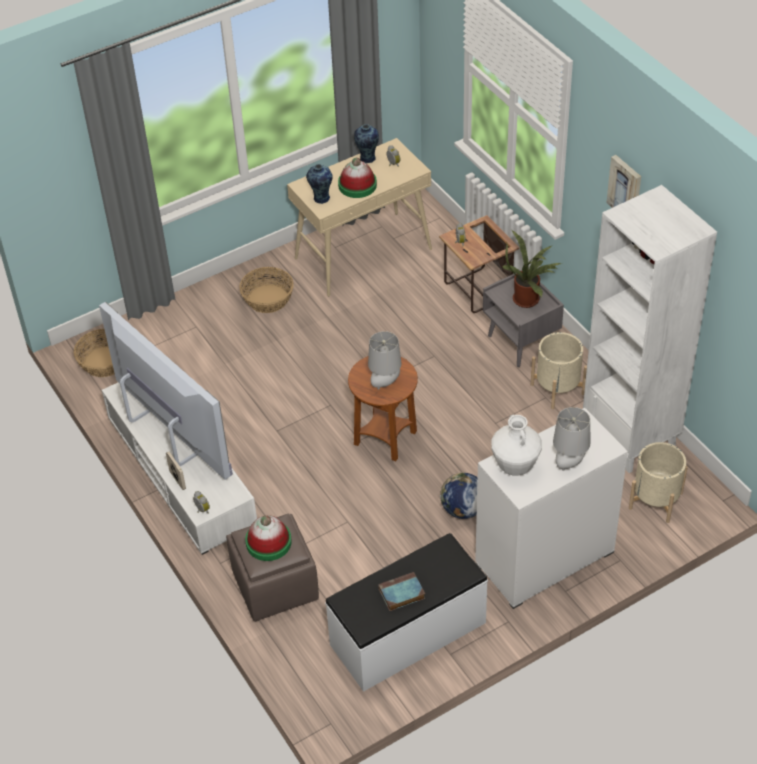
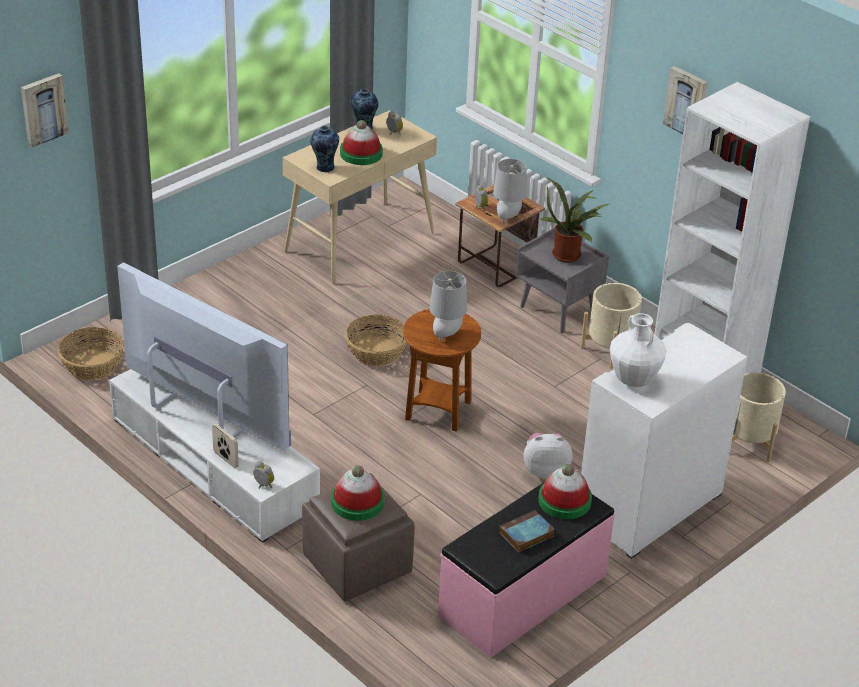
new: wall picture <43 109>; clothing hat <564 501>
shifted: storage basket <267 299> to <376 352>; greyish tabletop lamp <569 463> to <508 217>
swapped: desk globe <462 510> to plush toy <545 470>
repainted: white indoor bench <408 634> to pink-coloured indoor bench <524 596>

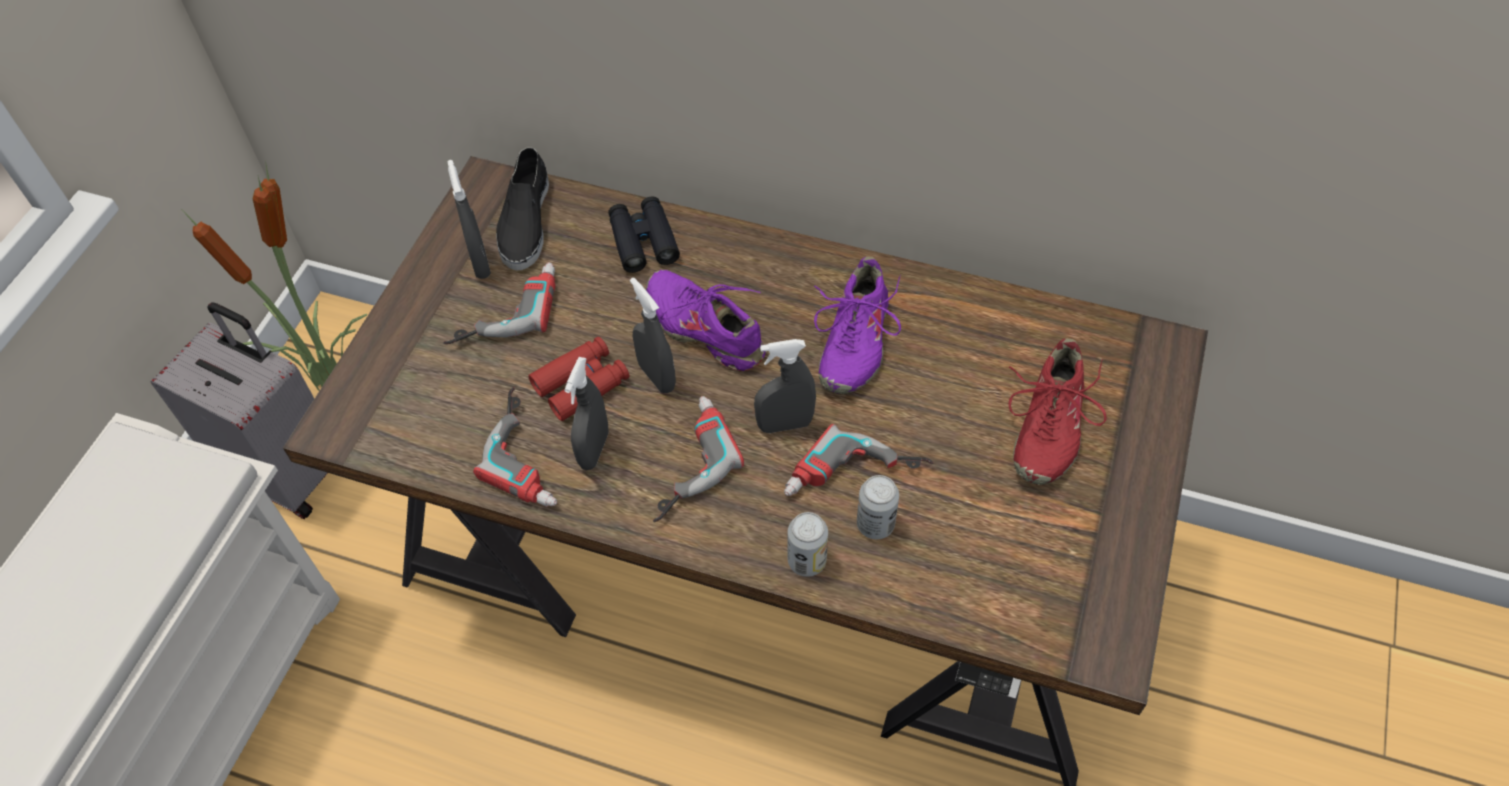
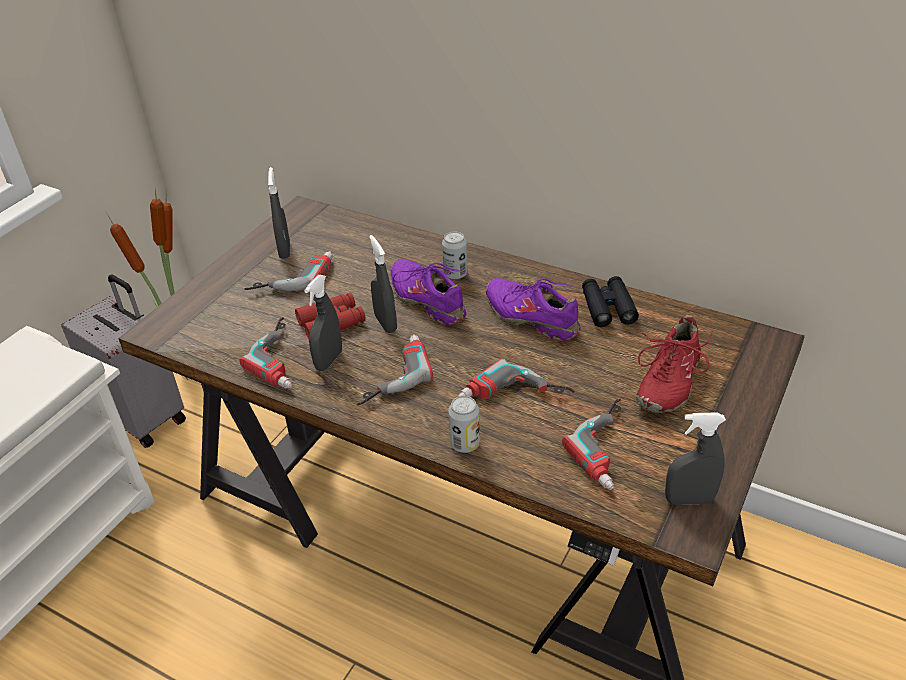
gone: black-coloured low shoe <525 222>
new: electric drill <612 449>
shifted: black-coloured binoculars <643 241> to <608 307>; greyish spray bottle <785 424> to <689 500>; can <875 524> to <455 274>
rotated: purple low shoe <853 342> = <532 317> 105 degrees clockwise

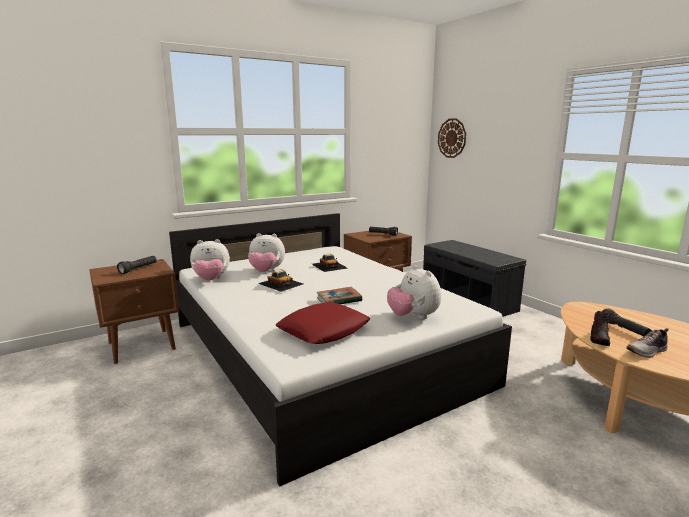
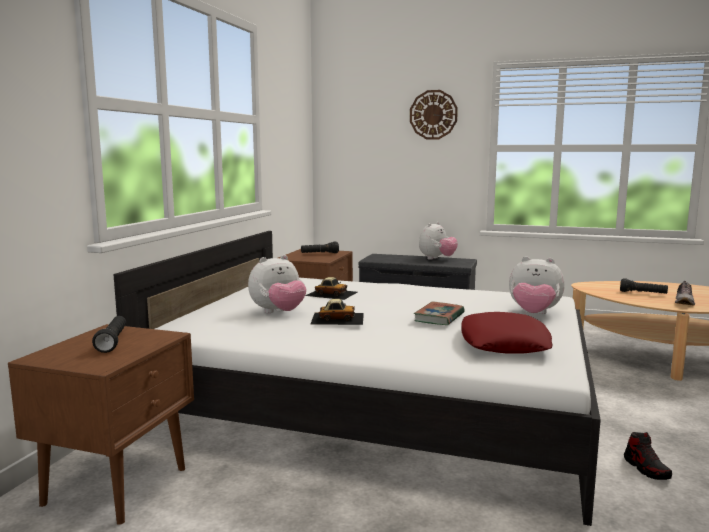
shifted: plush toy <211 280> to <437 259>; clock on the wall <452 138> to <433 114>; low shoe <599 339> to <646 469>

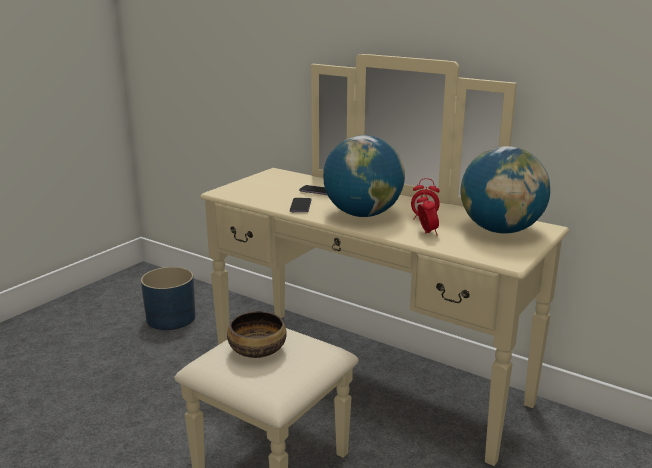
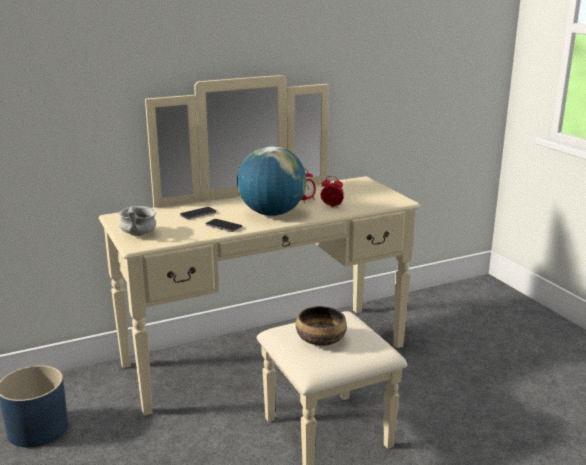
gone: desk globe <500 230>
new: greyish deep dish <139 234>

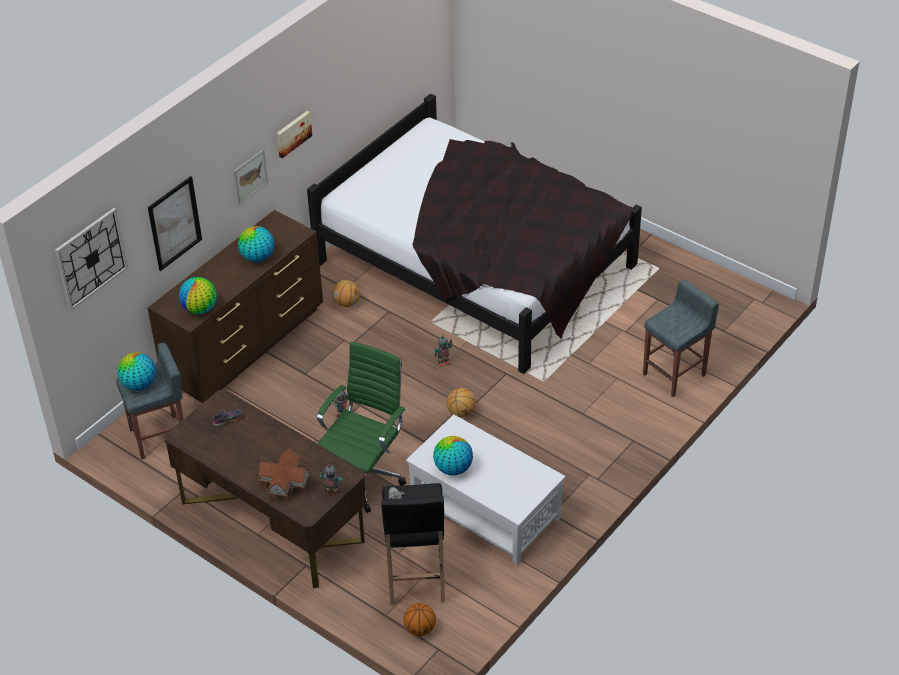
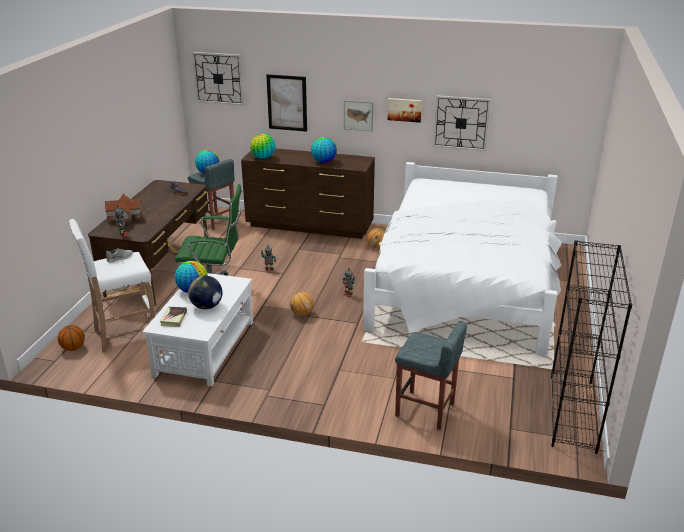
new: bound book <173 318>; desk globe <207 306>; clock on the wall <461 123>; black-coloured bookcase <573 413>
repainted: black-coloured bed <477 264> to white bed <465 283>; black-coloured sitting stool <416 577> to white sitting stool <125 334>

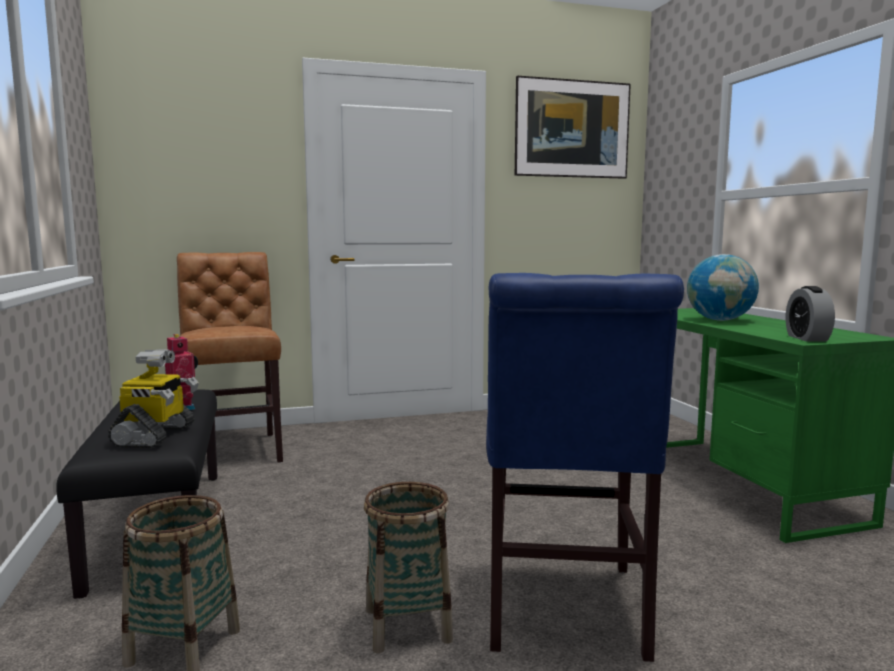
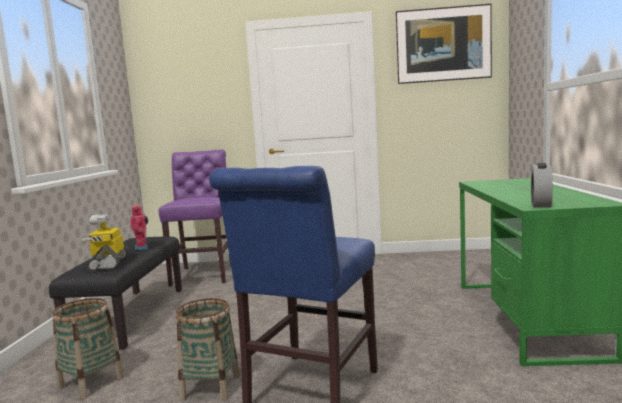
gone: desk globe <720 320>
repainted: brown chair <234 450> to purple chair <204 274>
rotated: robot figure <156 436> = <109 263> 150 degrees clockwise

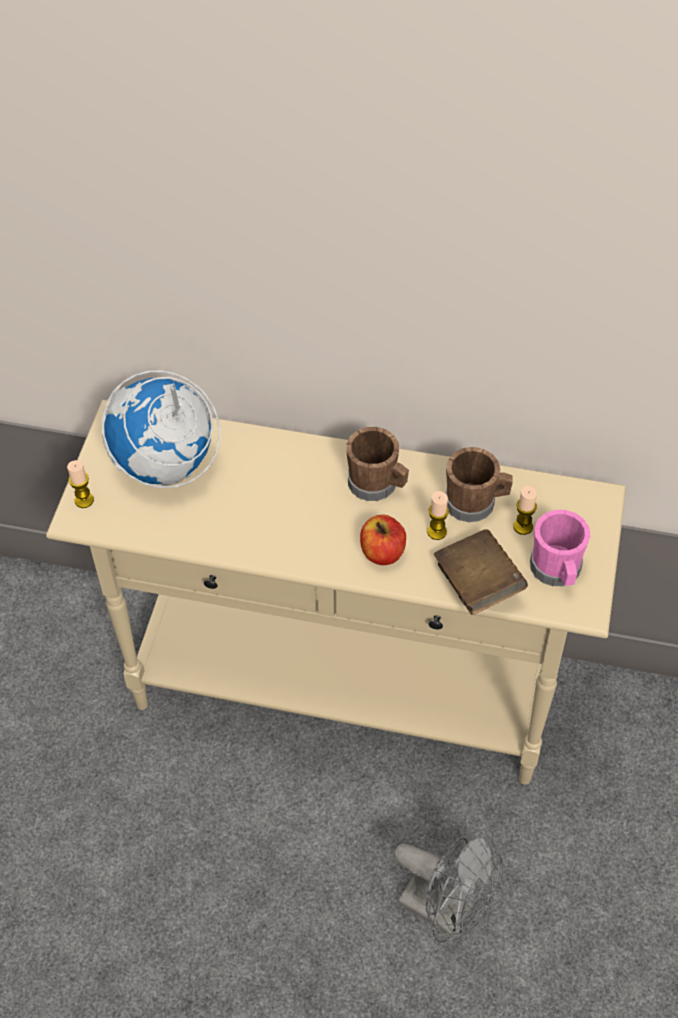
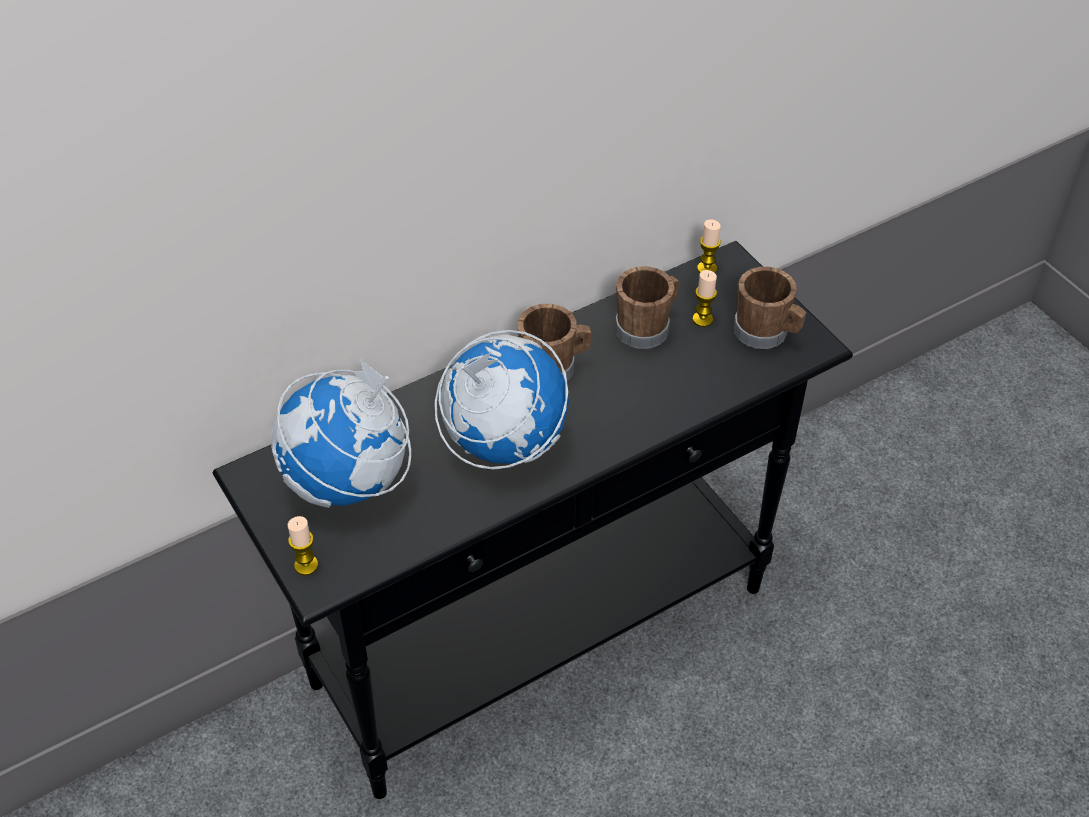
gone: apple fruit <382 552>; greyish fan <447 910>; brown bound book <477 584>
new: desk globe <503 442>
shifted: candle <436 532> to <707 268>
repainted: sand-coloured hall table <344 691> to black-coloured hall table <543 636>; pink-coloured coffee mug <557 571> to brown coffee mug <766 333>

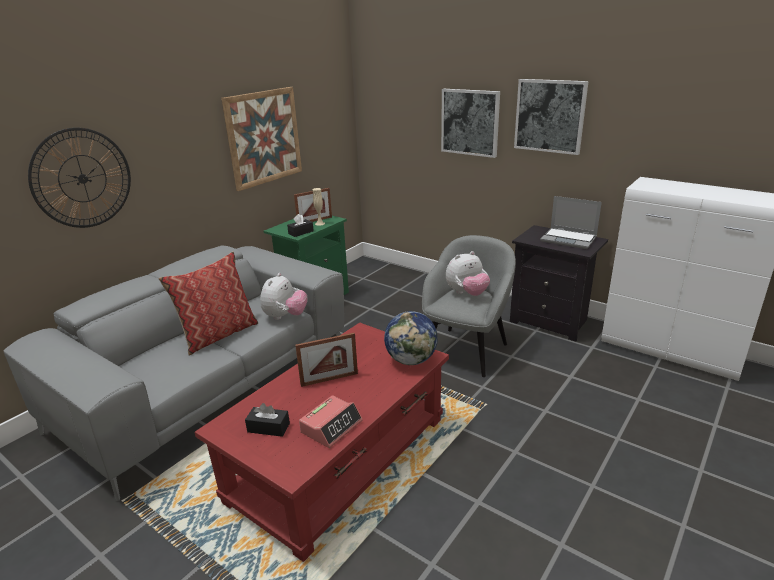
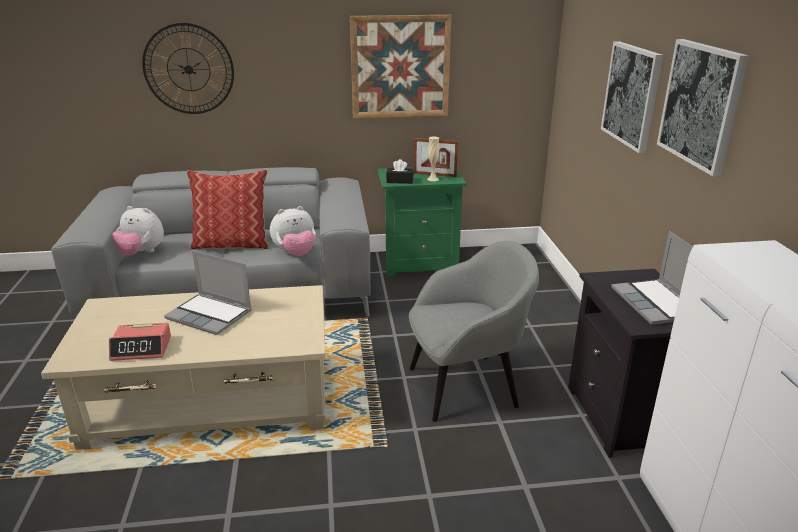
gone: black-coloured tissue box <268 428>; desk globe <411 360>
shifted: plush toy <467 293> to <141 253>
swapped: picture frame <329 379> to portable computer <210 315>
repainted: red-coloured low table <340 458> to sand-coloured low table <211 402>

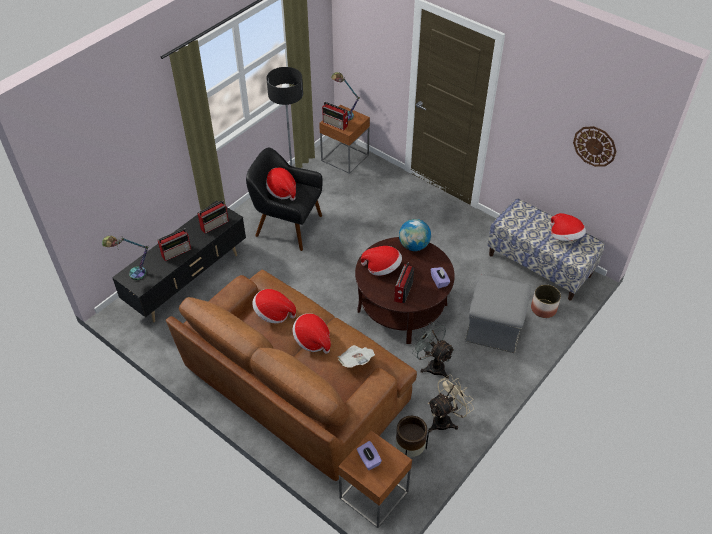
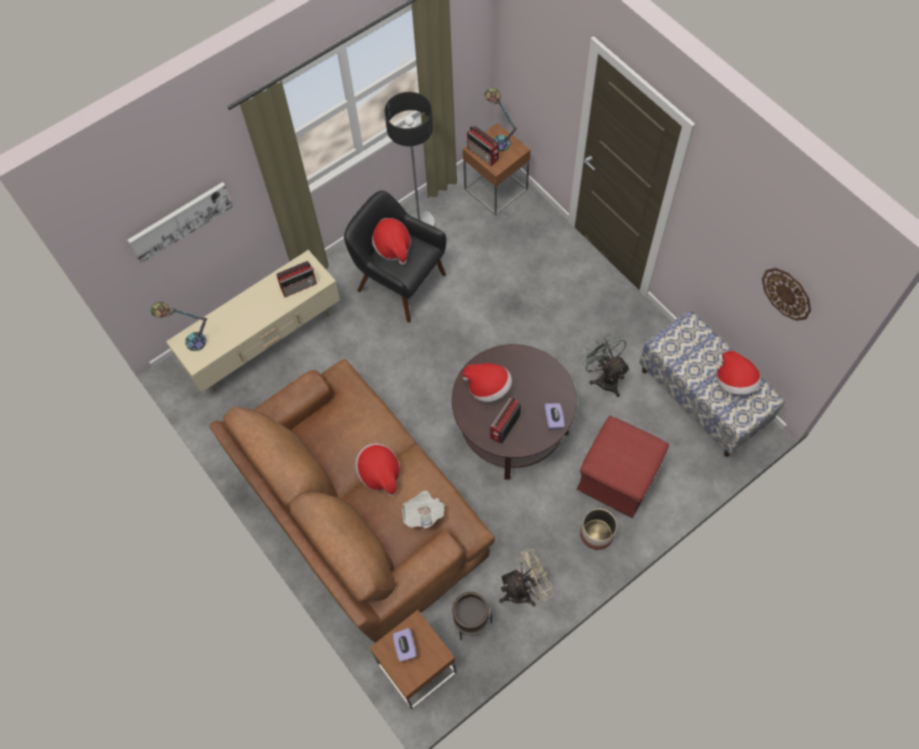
gone: radio receiver <177 252>; clothing hat <273 313>; desk globe <414 246>
new: wall picture <180 221>
shifted: greyish fan <432 365> to <604 377>; plant pot <543 309> to <596 534>
repainted: black-coloured tv stand <189 281> to sand-coloured tv stand <265 342>; greyish pouffe <494 327> to red-coloured pouffe <618 477>

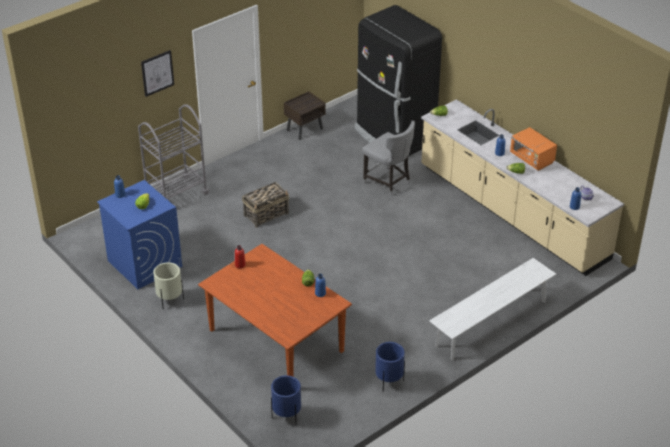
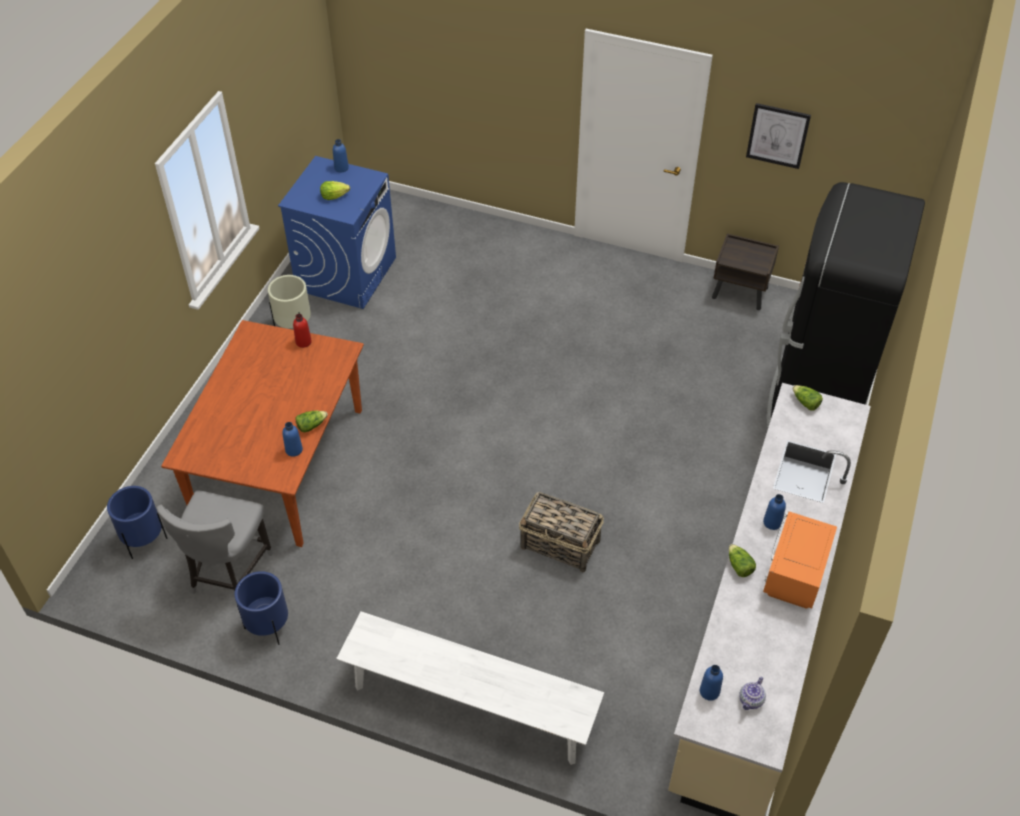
gone: greyish trolley <176 194>
shifted: wall picture <157 73> to <778 135>; storage basket <266 214> to <561 545>; greyish chair <388 183> to <228 573>

